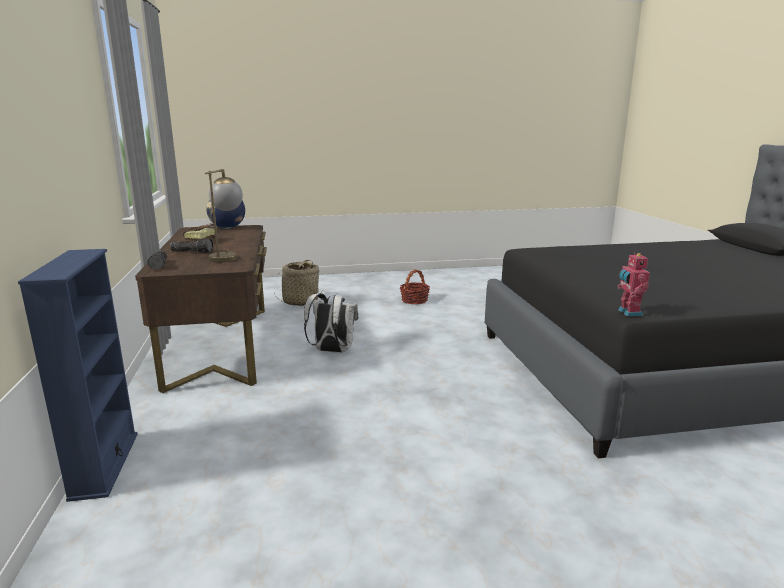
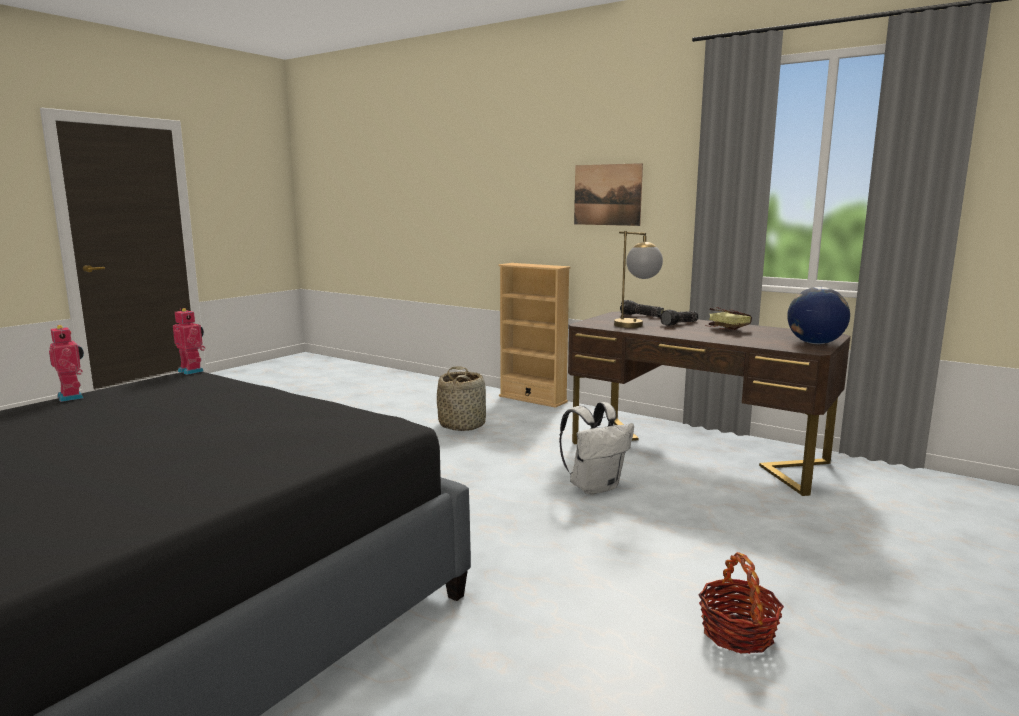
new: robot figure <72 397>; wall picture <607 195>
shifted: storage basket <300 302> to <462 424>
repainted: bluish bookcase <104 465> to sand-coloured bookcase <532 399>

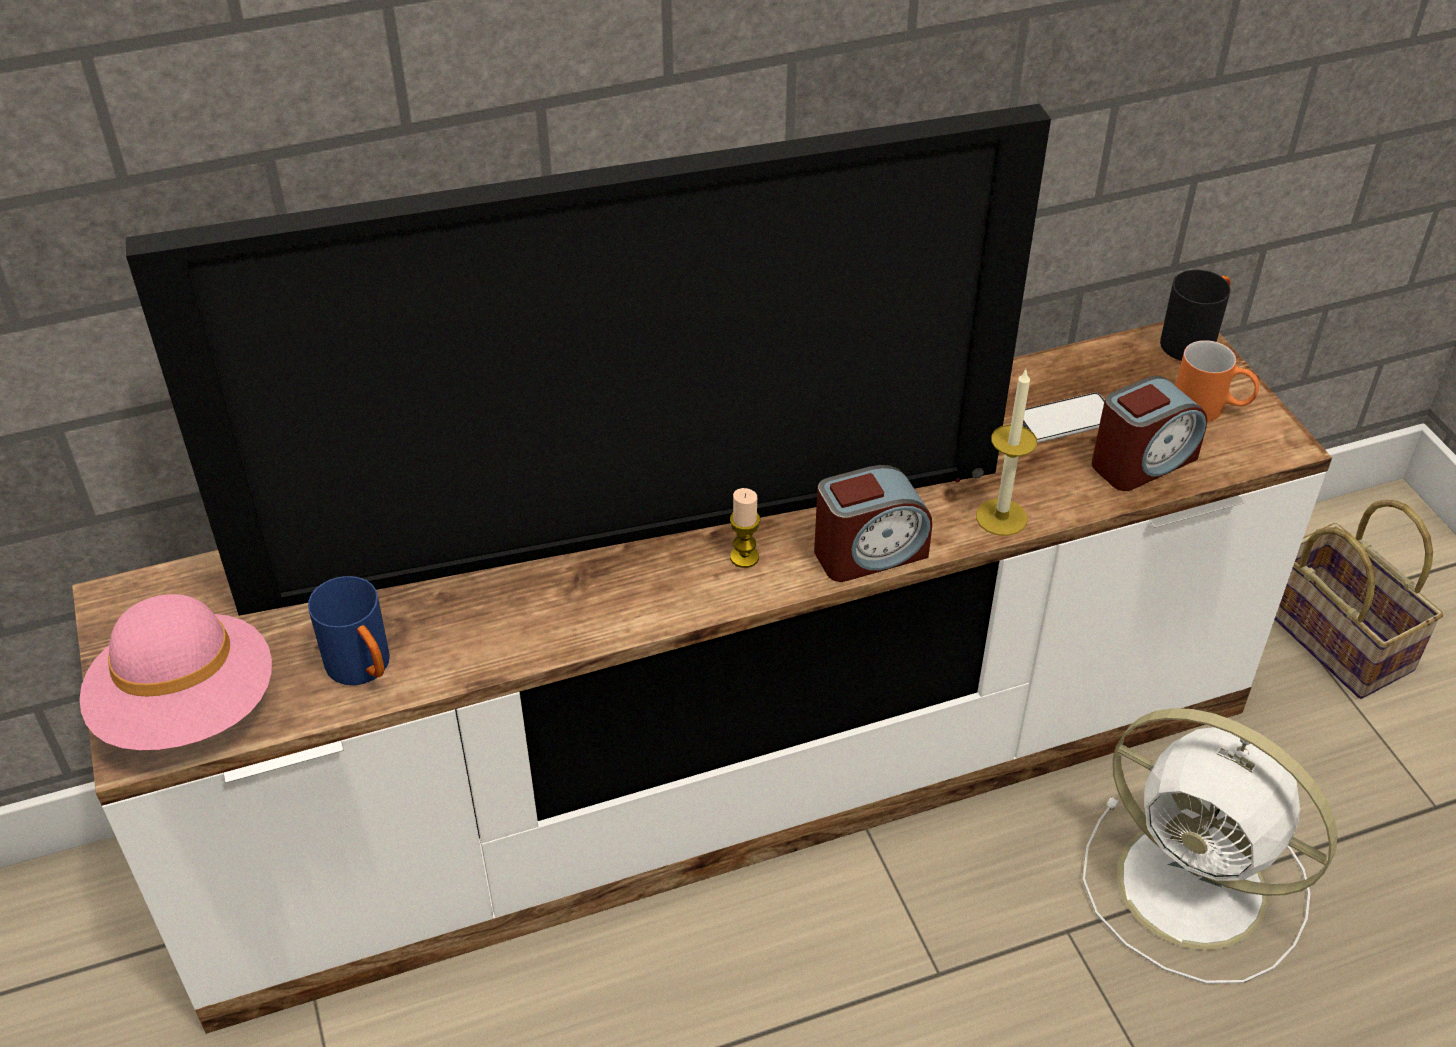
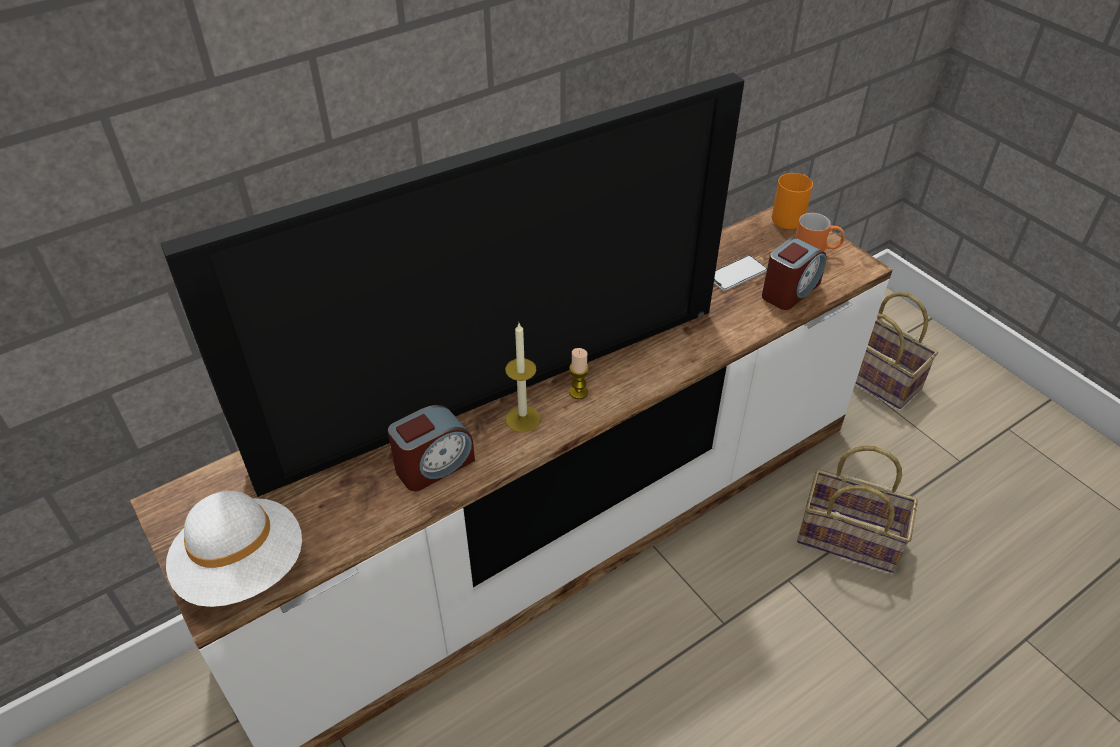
gone: bluish coffee mug <364 670>
shifted: table clock <869 552> to <434 465>; candle <1001 517> to <523 419>
swapped: white fan <1198 888> to storage basket <851 537>
repainted: pink-coloured clothing hat <188 709> to white clothing hat <243 568>; black-coloured coffee mug <1193 341> to orangey coffee mug <790 216>

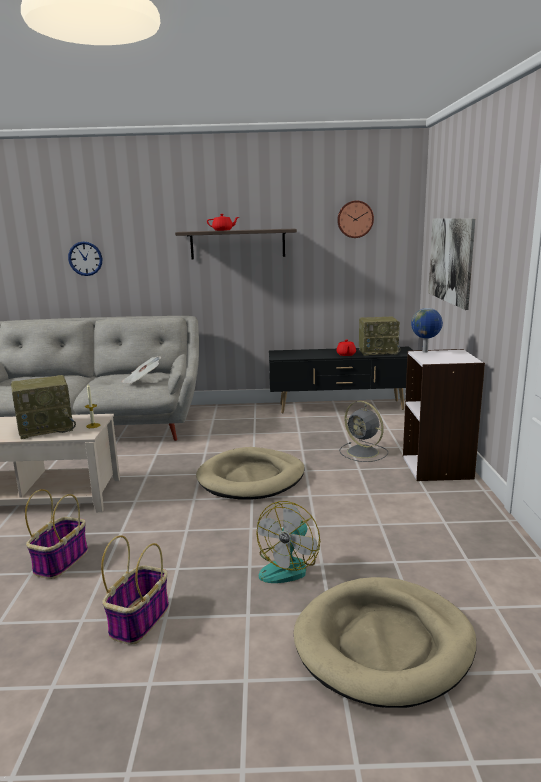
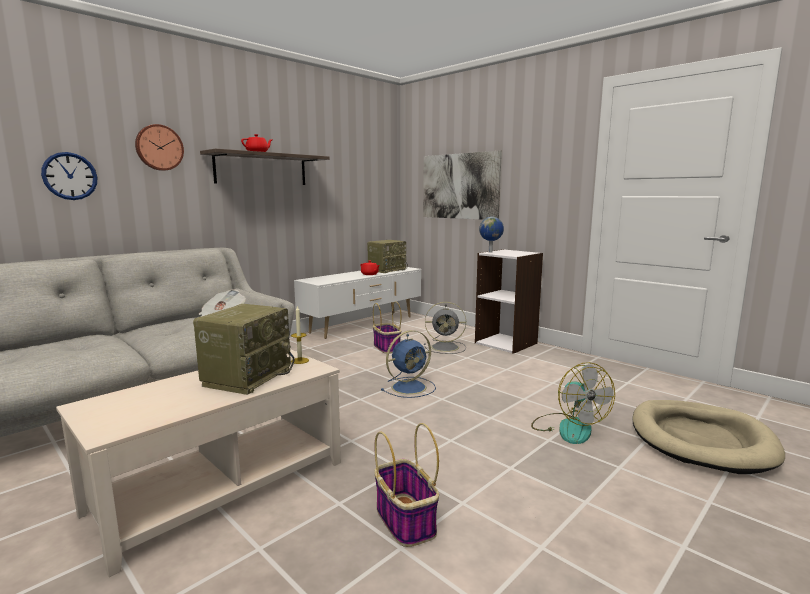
shifted: storage basket <140 619> to <386 347>; clock on the wall <355 219> to <159 147>
swapped: sand-coloured pet bed <251 478> to bluish fan <410 387>
repainted: black-coloured tv stand <341 407> to white tv stand <363 325>

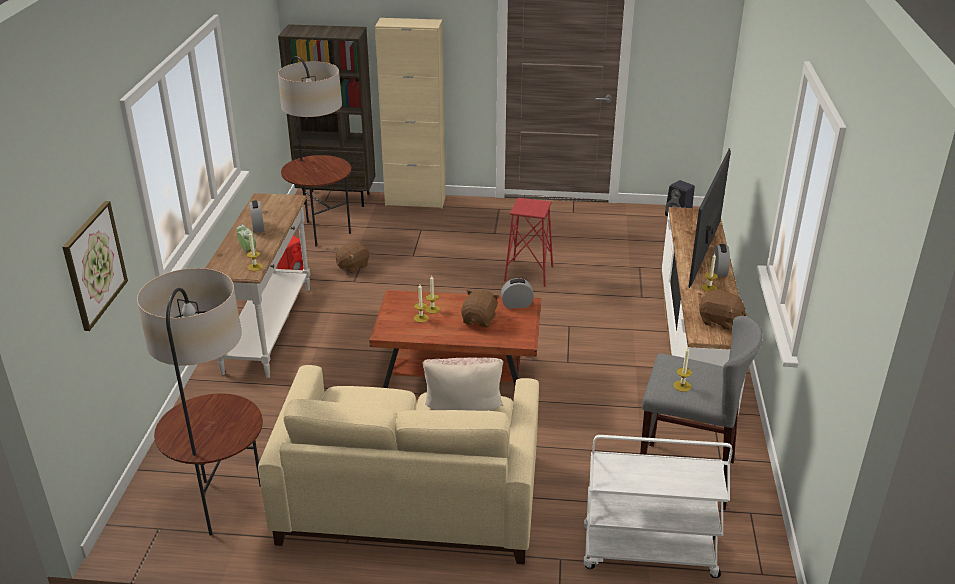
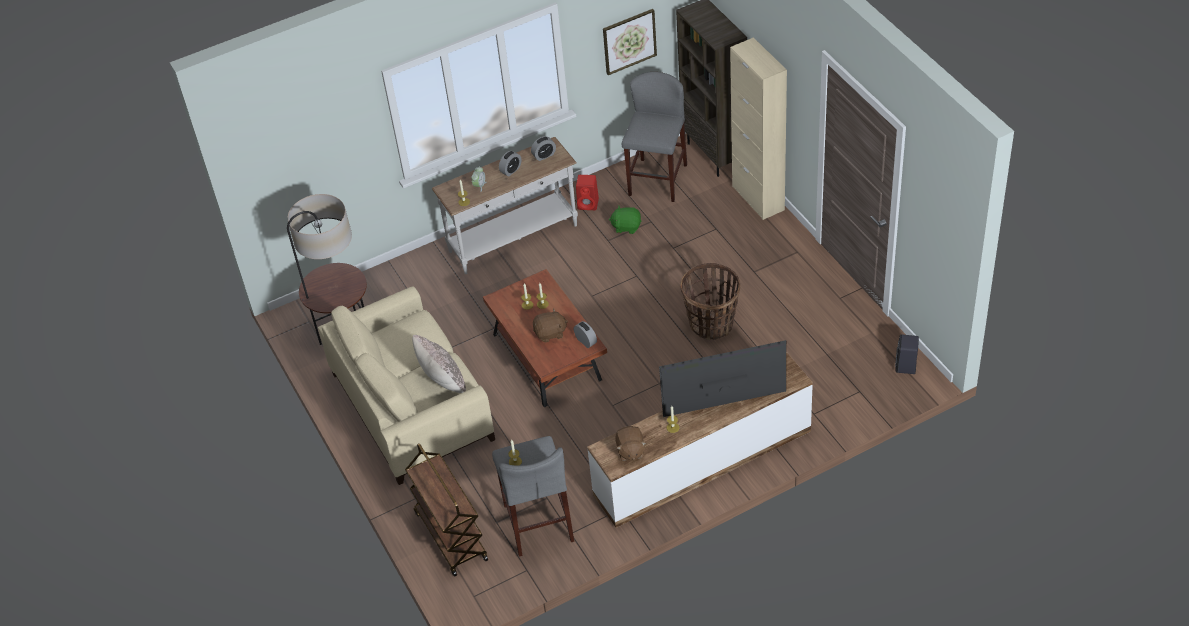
shifted: wall picture <94 264> to <629 41>; table clock <719 271> to <544 155>
swapped: standard lamp <322 232> to greyish sitting stool <657 180>; red-coloured sitting stool <528 273> to storage basket <711 324>
repainted: brown plush toy <352 266> to green plush toy <626 227>; white trolley <648 553> to brown trolley <450 535>

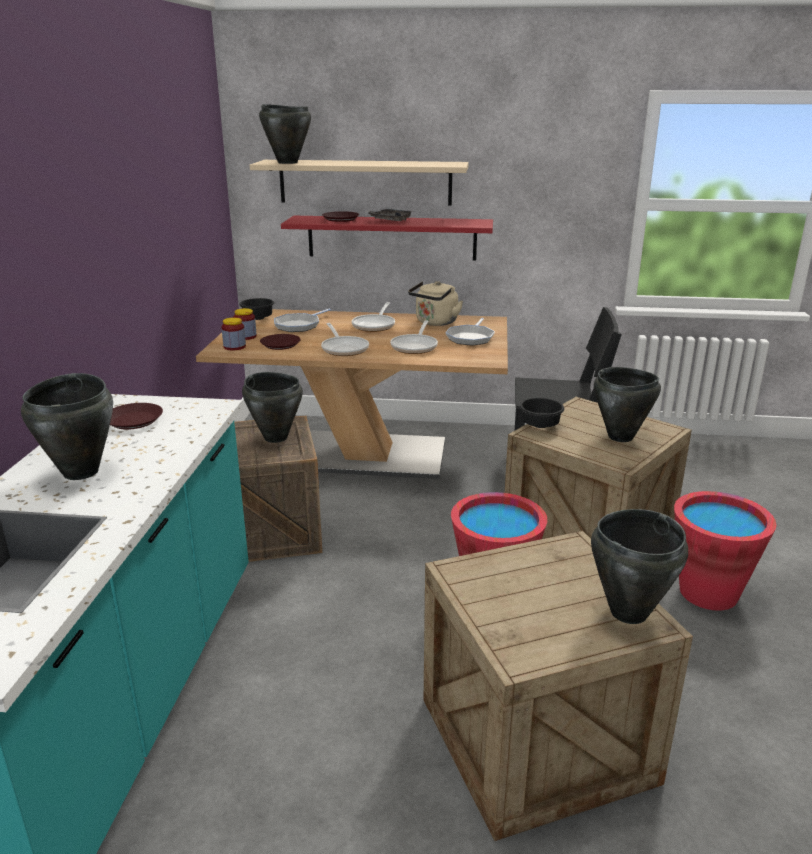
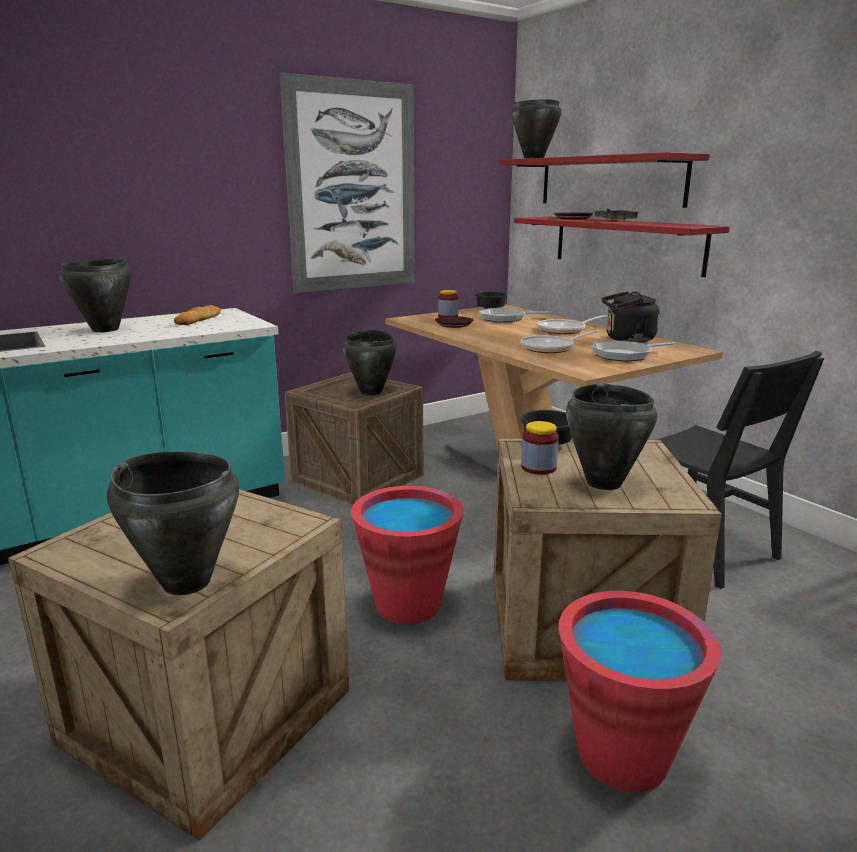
gone: frying pan <344 348>
new: wall picture <353 188>
shifted: preserve jar <234 347> to <538 467>
swapped: brown plate <133 421> to baked bread <199 319>
repainted: sand-coloured bracket shelf <365 182> to red-coloured bracket shelf <609 181>; sand-coloured tea kettle <435 323> to black-coloured tea kettle <626 340>

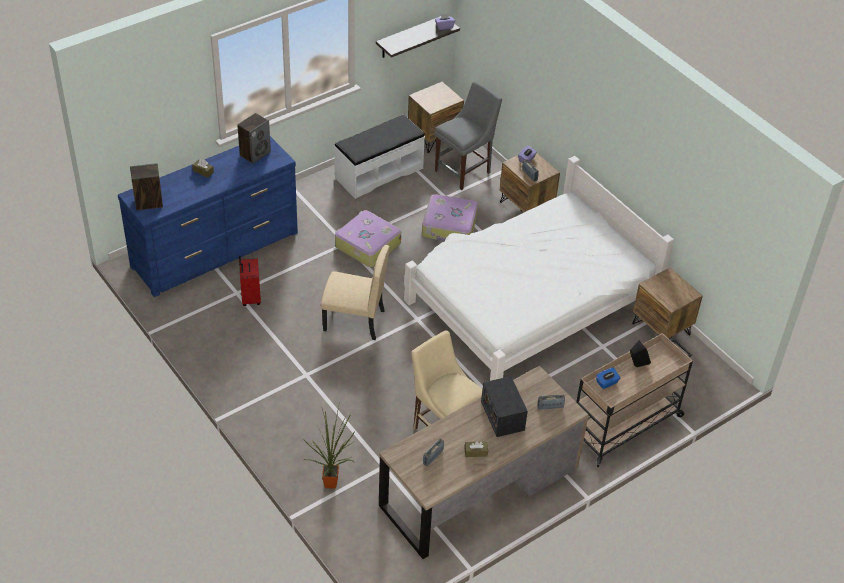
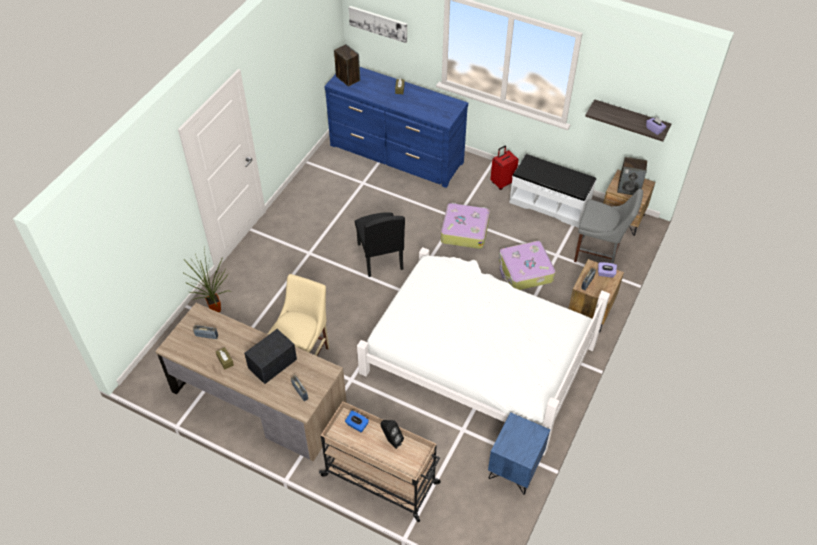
new: wall picture <378 23>
shifted: speaker <255 153> to <629 189>; red-coloured piece of luggage <250 298> to <502 182>
repainted: sand-coloured chair <354 321> to black-coloured chair <380 256>; brown bedside table <661 329> to bluish bedside table <515 468>

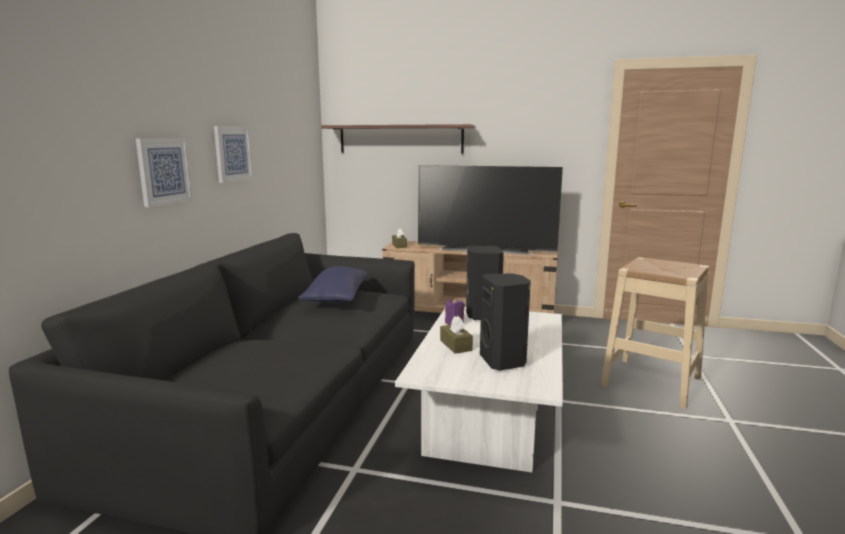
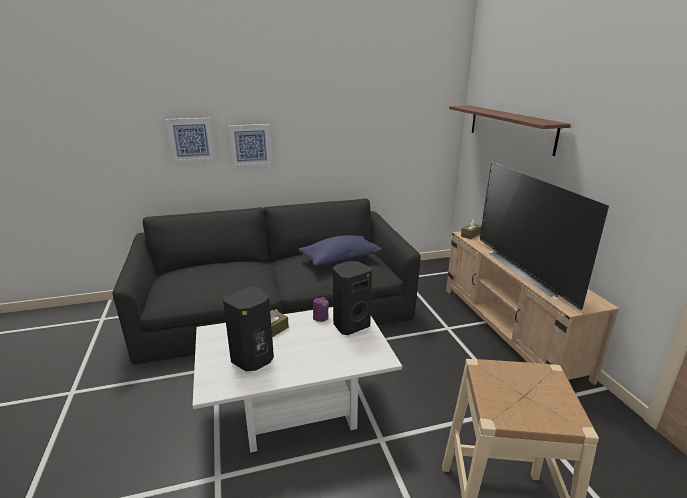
shifted: wall picture <232 154> to <191 139>

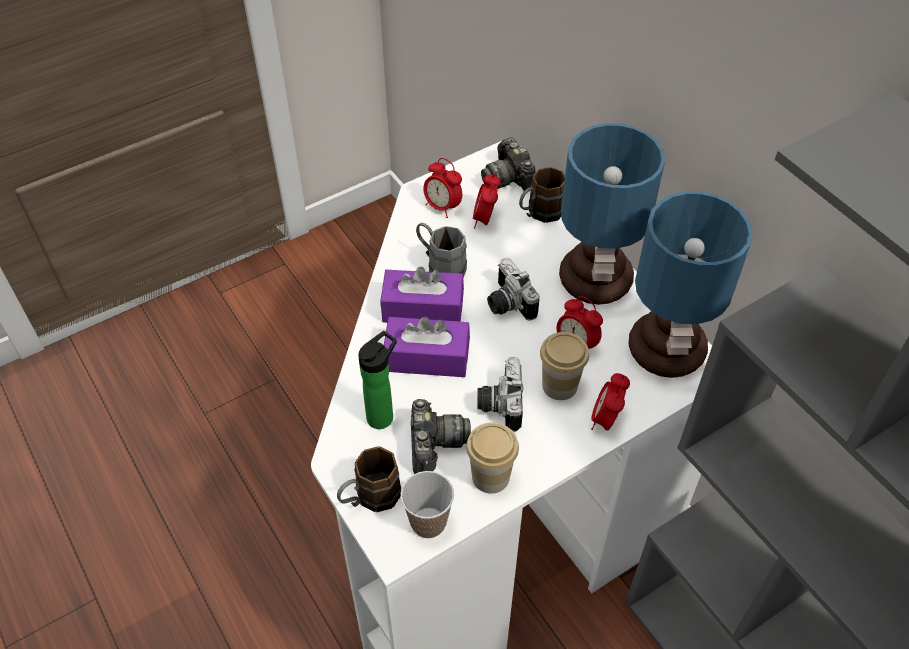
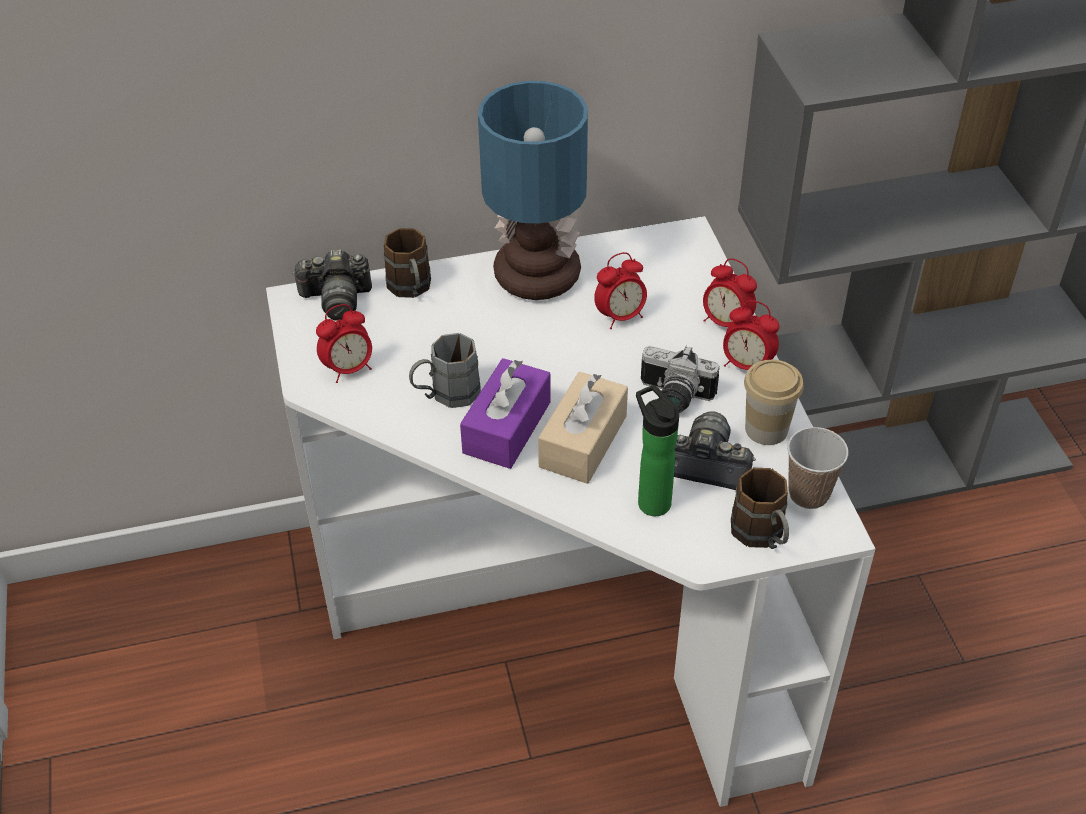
gone: photo camera <507 303>; drinking cup <559 385>; tabletop lamp <664 348>
shifted: table clock <485 220> to <746 365>
repainted: purple tissue box <427 357> to sand-coloured tissue box <583 441>

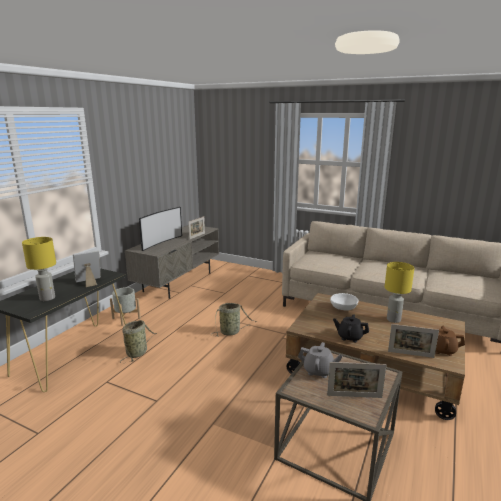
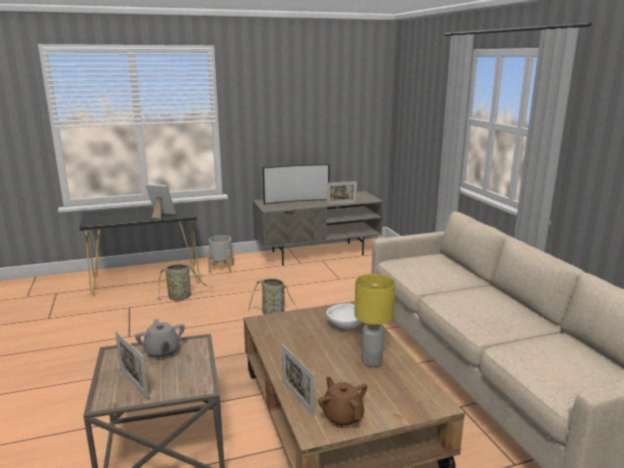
gone: yellowish tabletop lamp <48 298>; black-coloured pot for tea <349 337>

